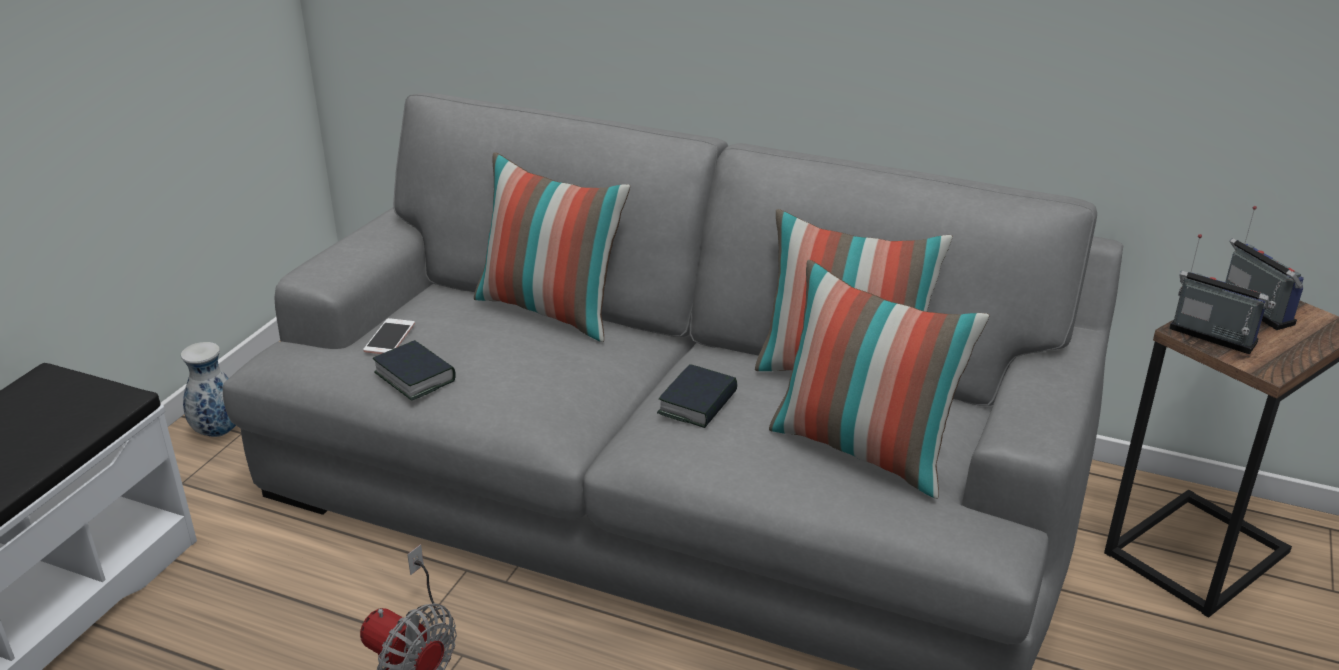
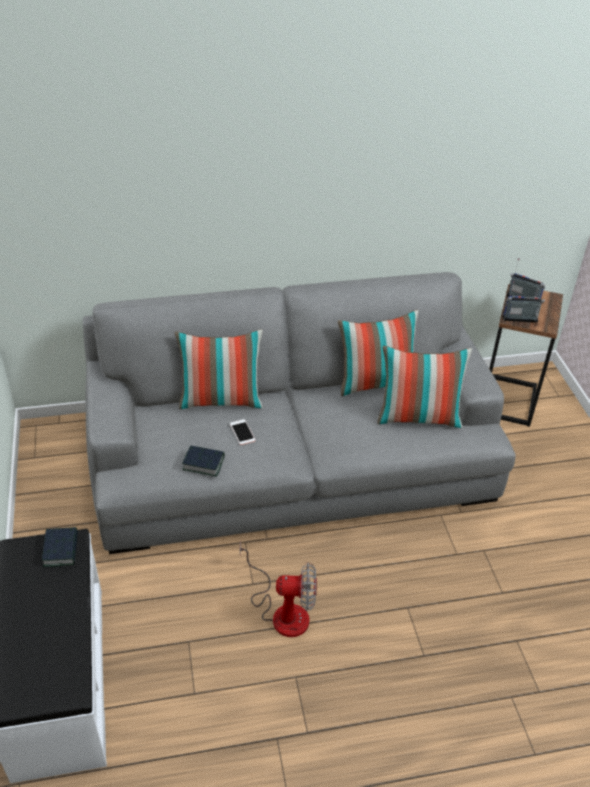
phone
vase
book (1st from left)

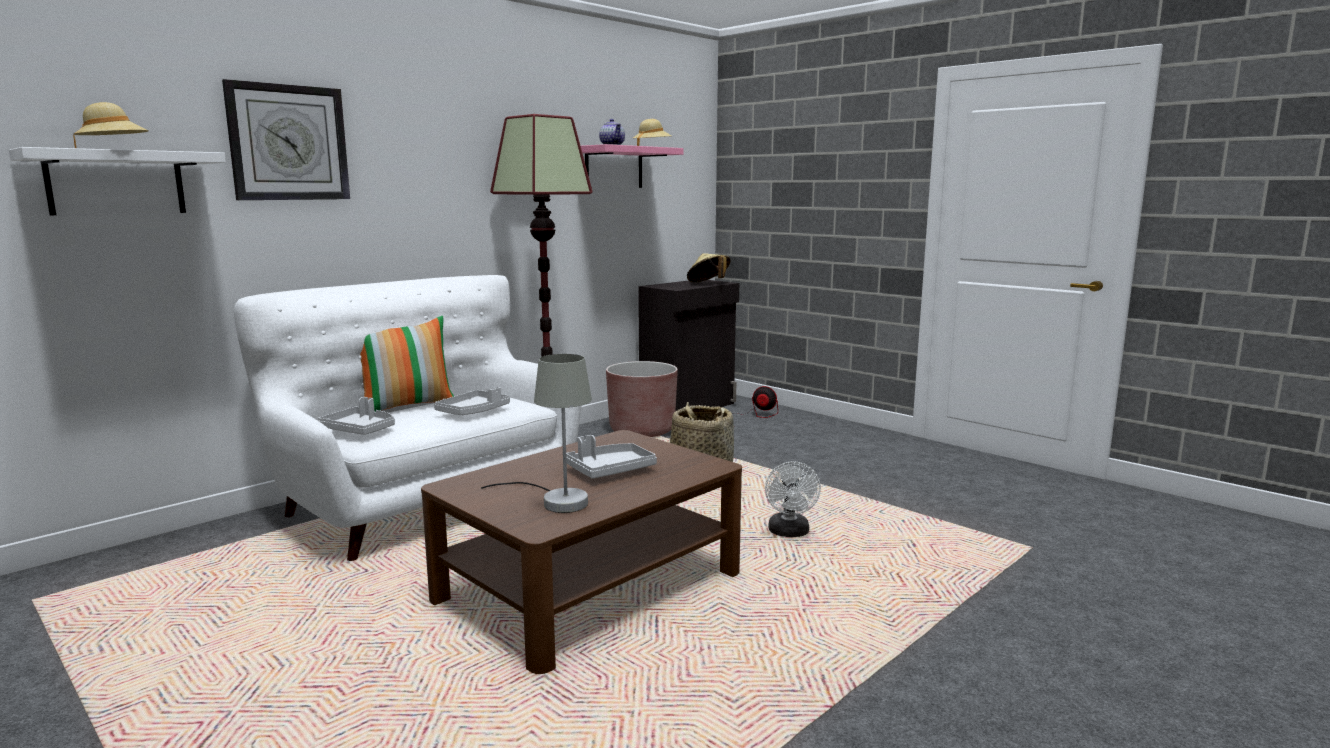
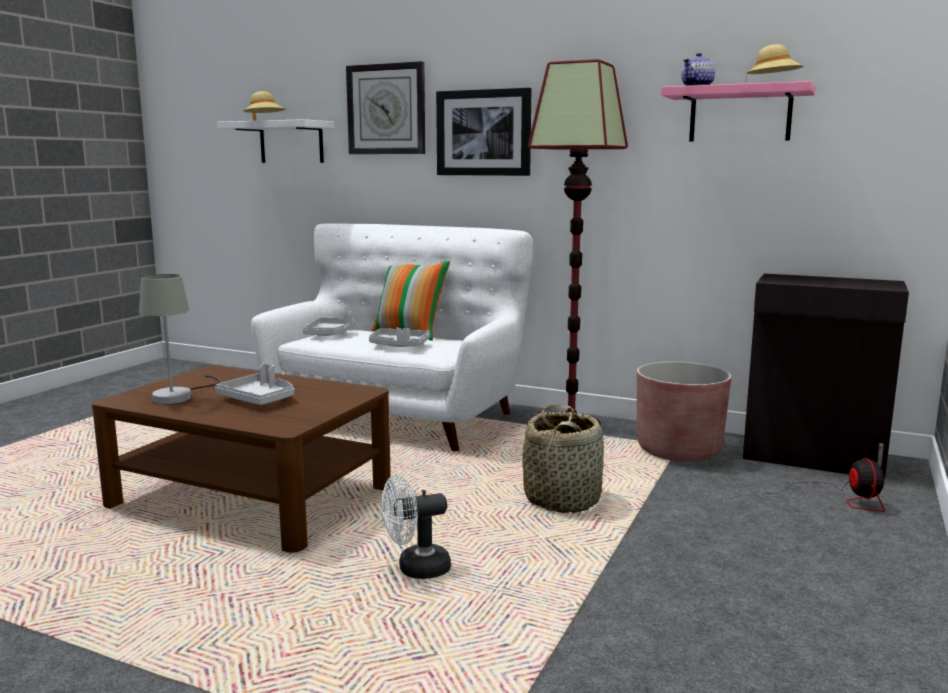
beige hat (3rd from left in the first image)
picture

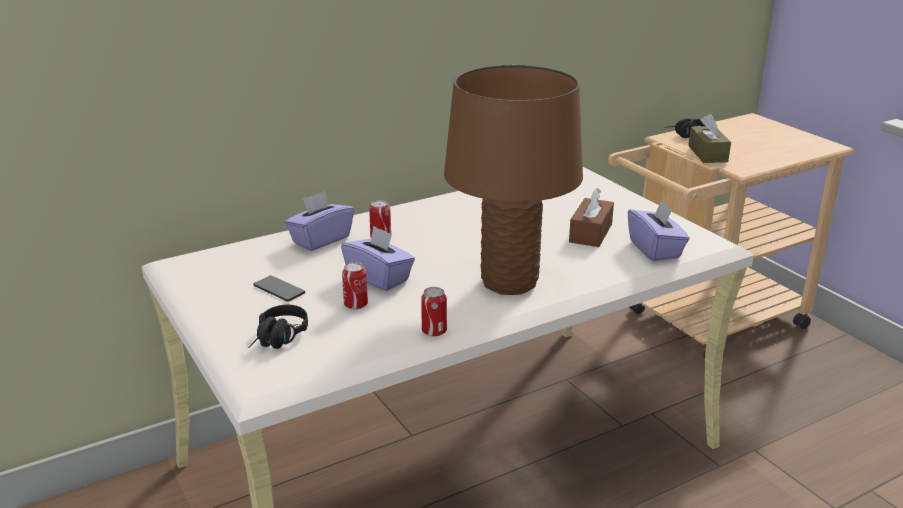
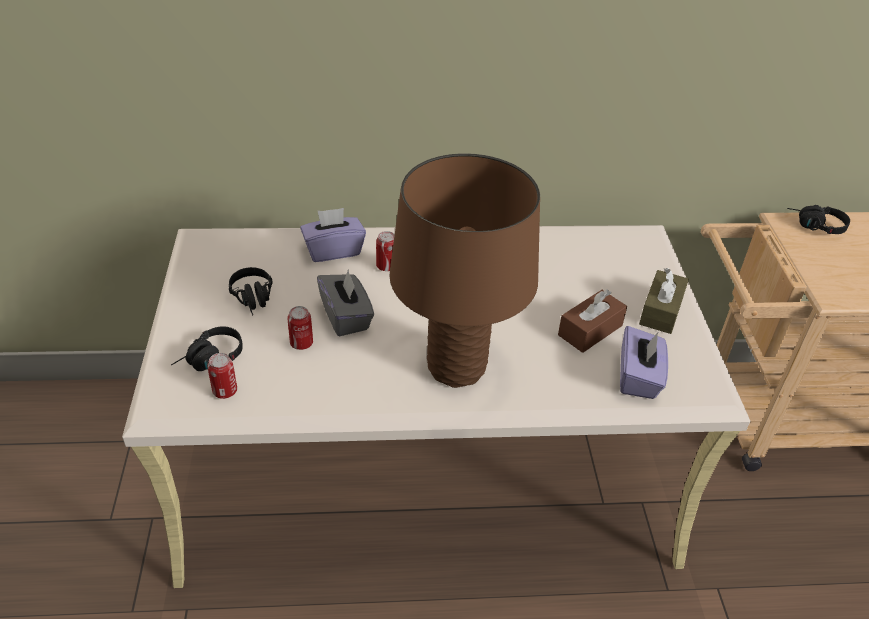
brown tissue box (2nd from left)
grey tissue box
black headphones (2nd from left)
can (1st from left)

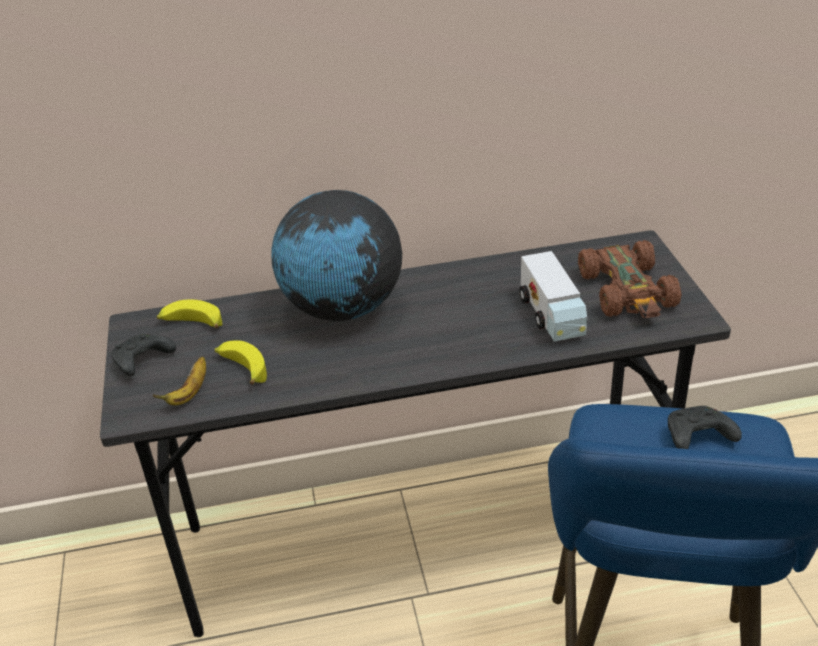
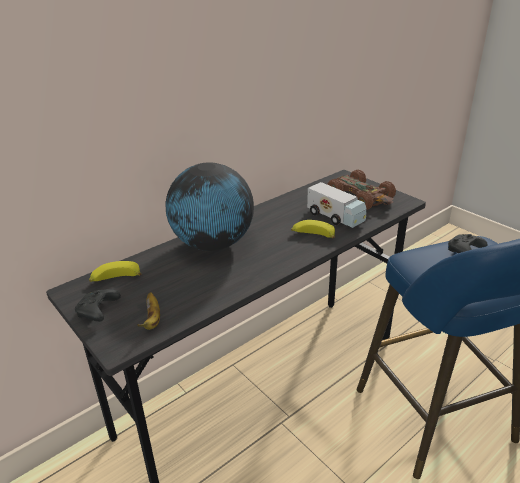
banana (3rd from left)

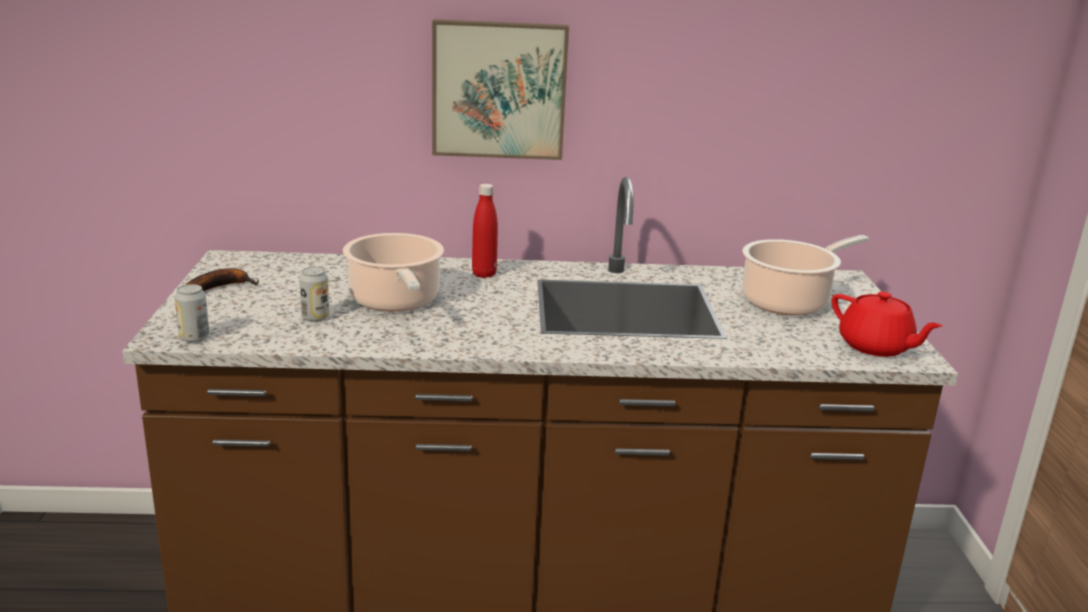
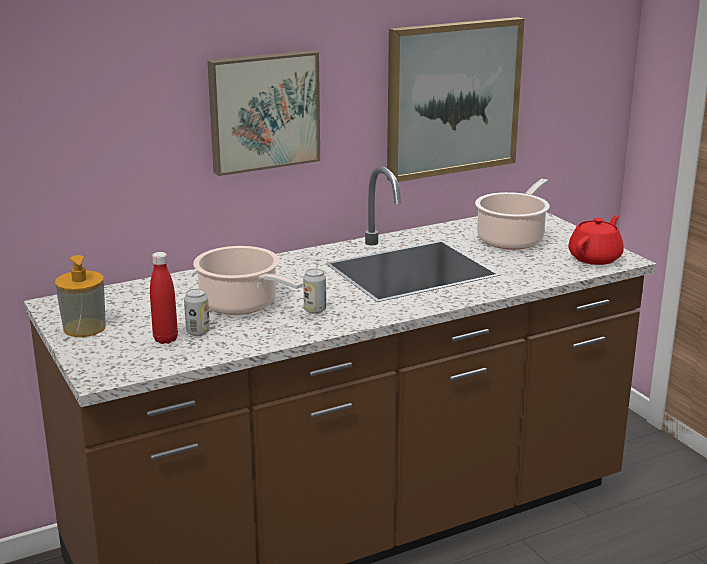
red bottle
soap dispenser
can (2nd from left)
red teapot
picture (2nd from left)

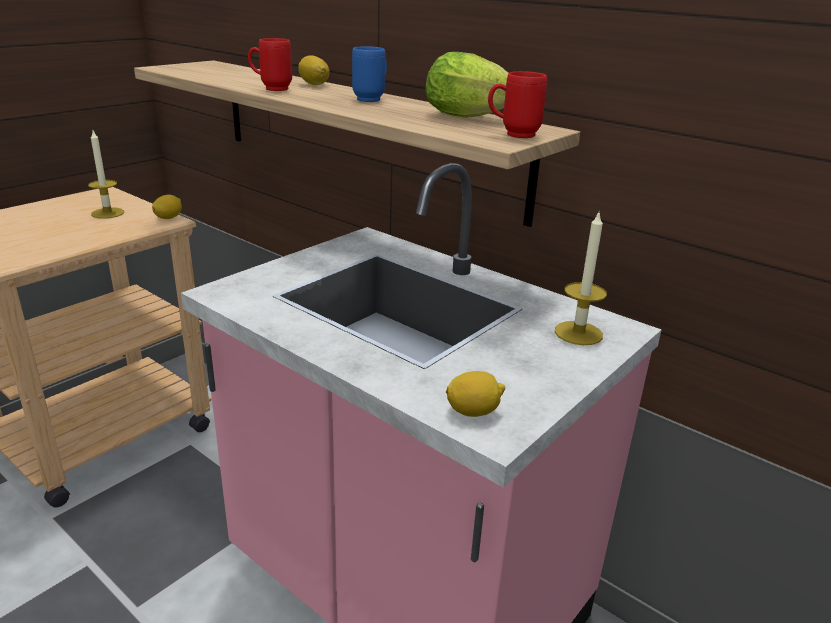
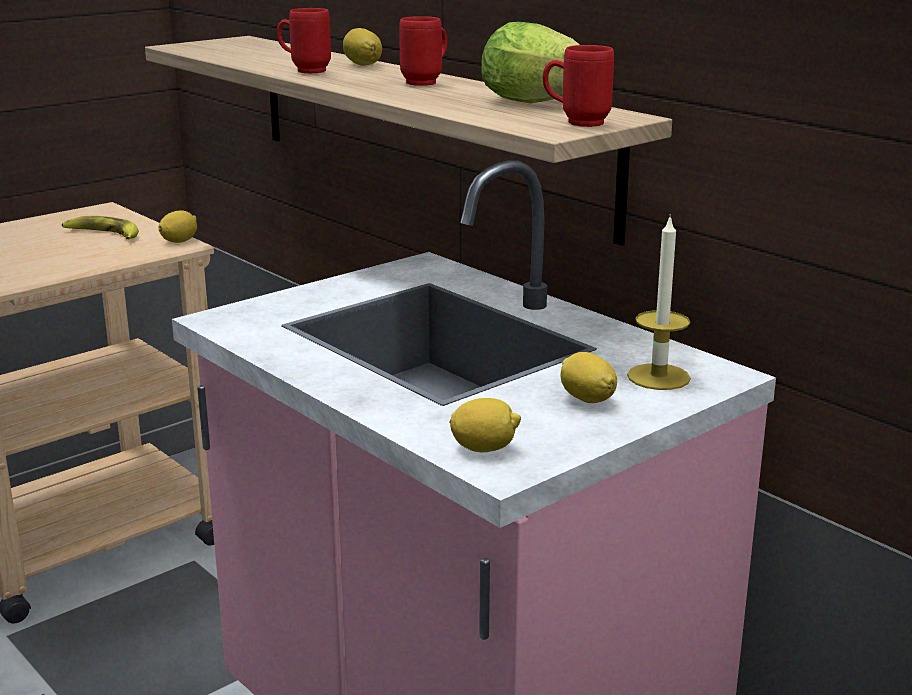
red mug (2nd from left)
banana
lemon (4th from left)

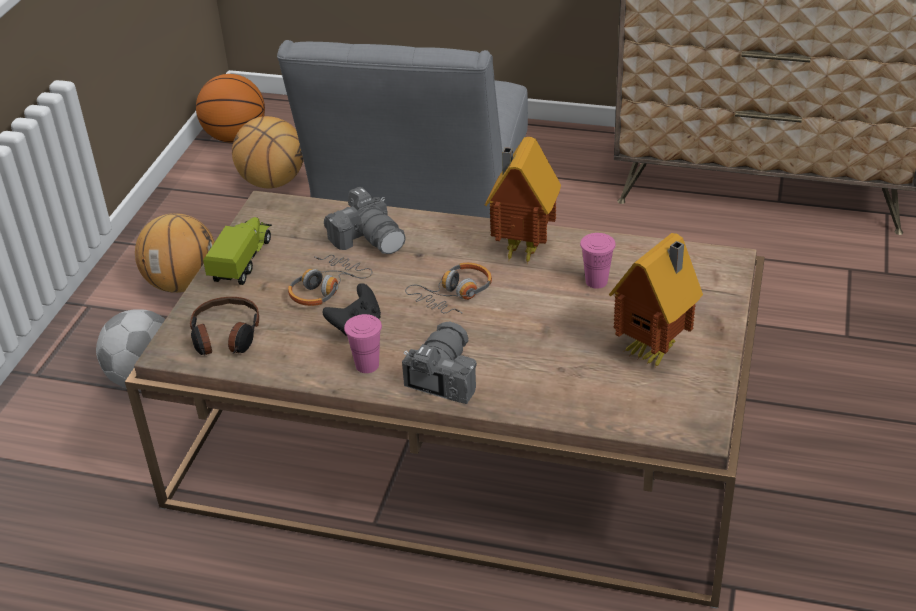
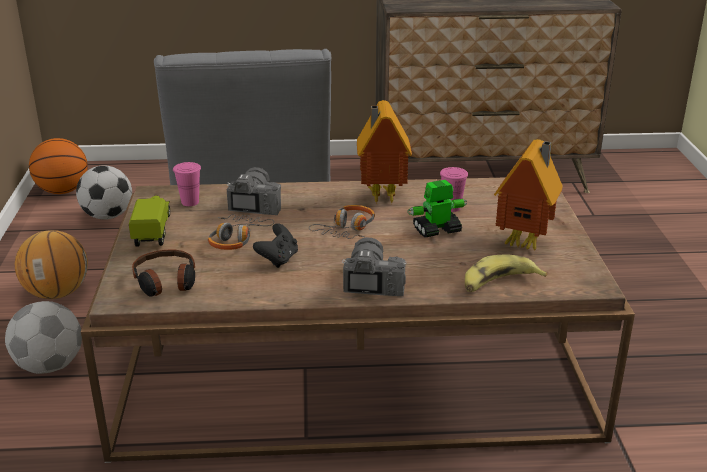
football (2nd from left)
photo camera (1st from left)
pink cup (1st from left)
toy robot
banana

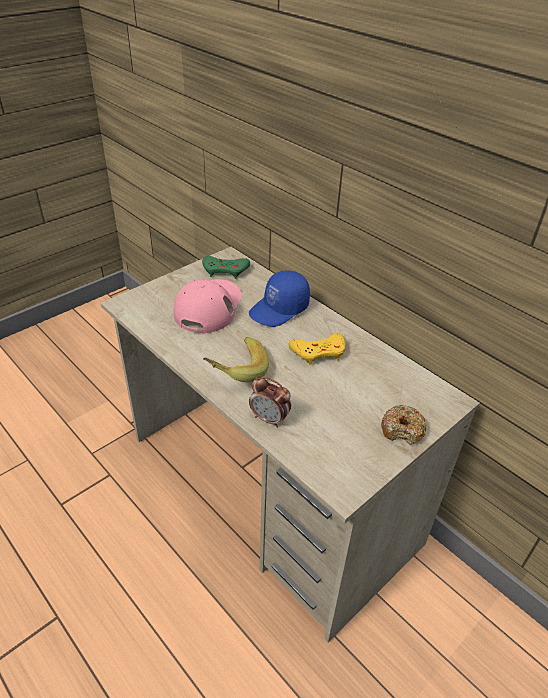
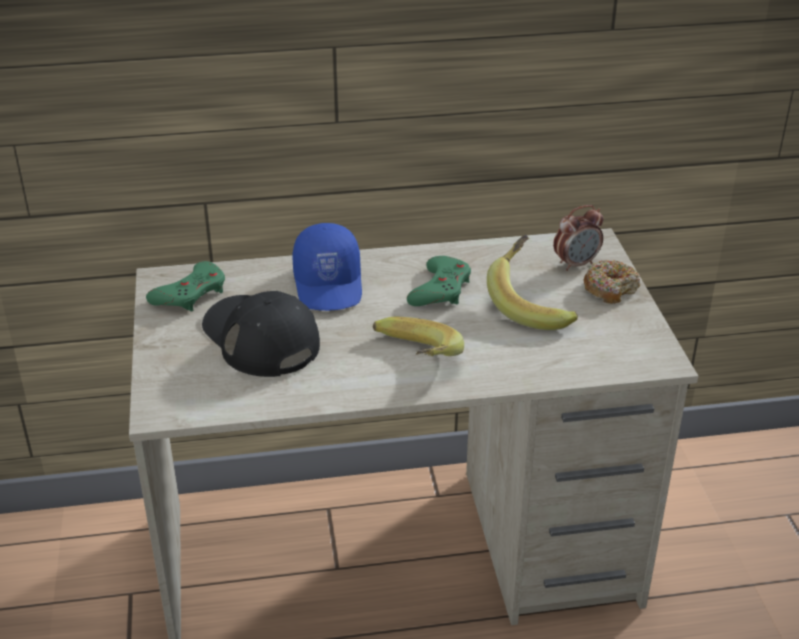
black cap
green game controller (2nd from left)
alarm clock
banana (2nd from left)

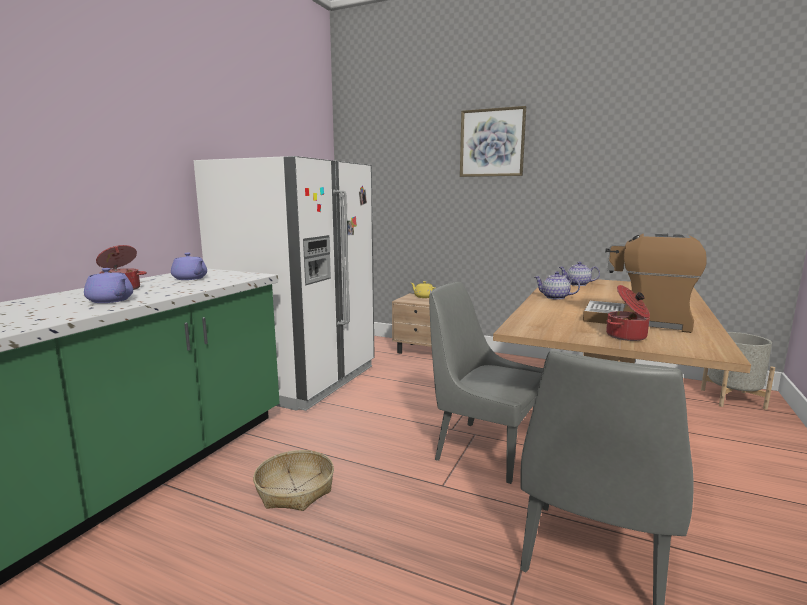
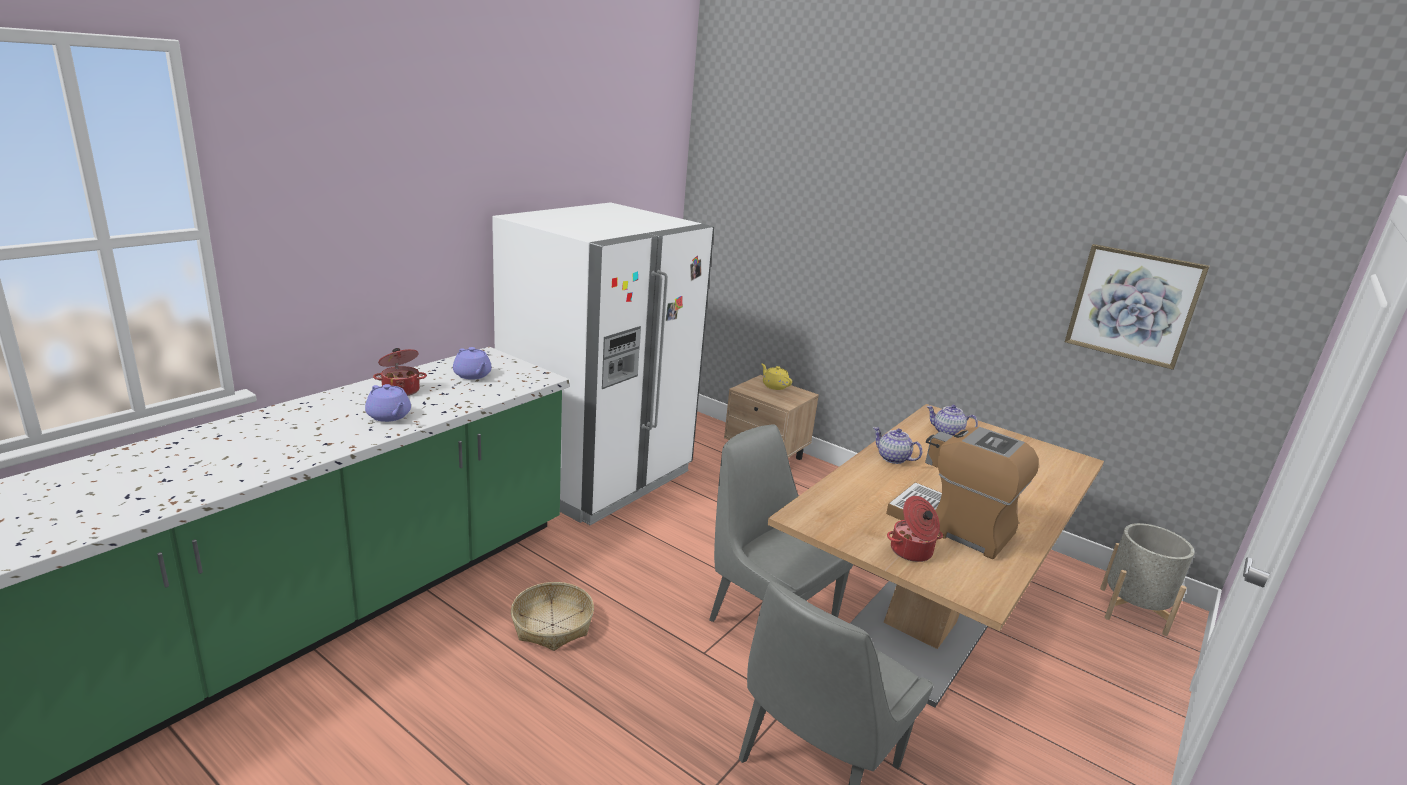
picture

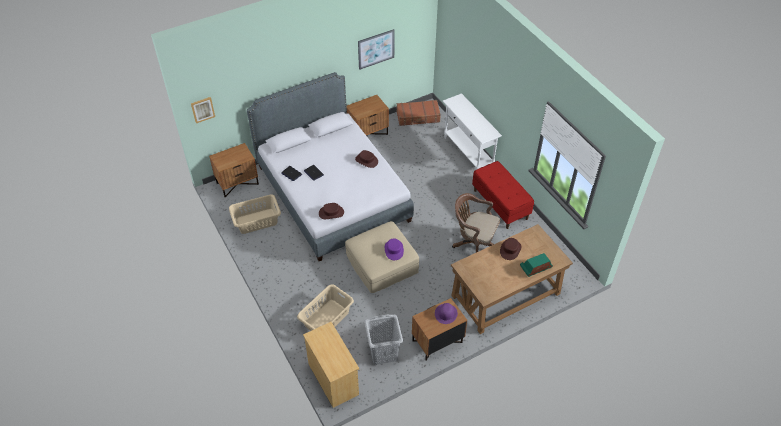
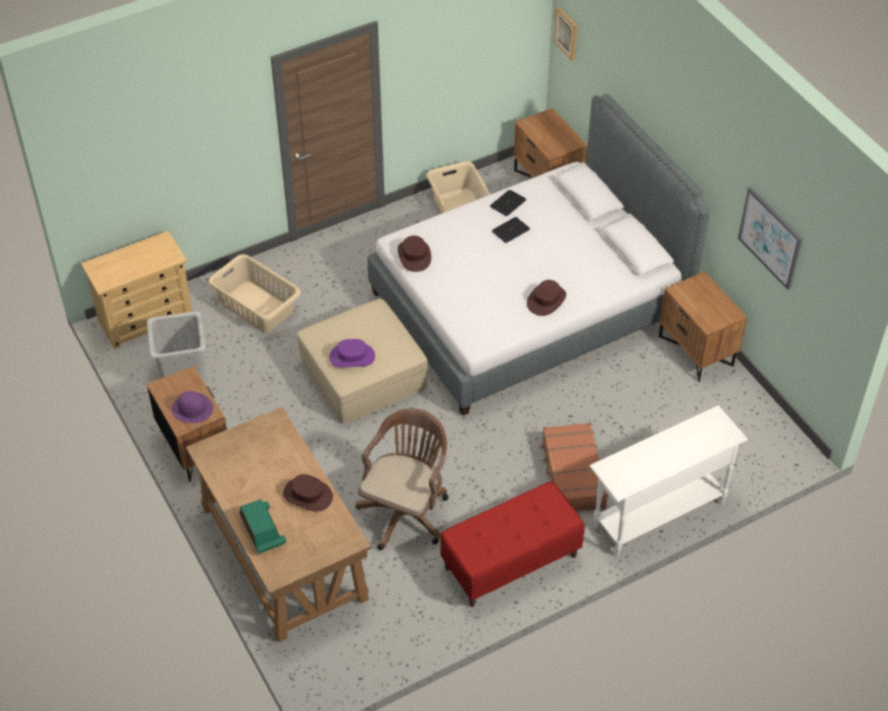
brown suitcase

